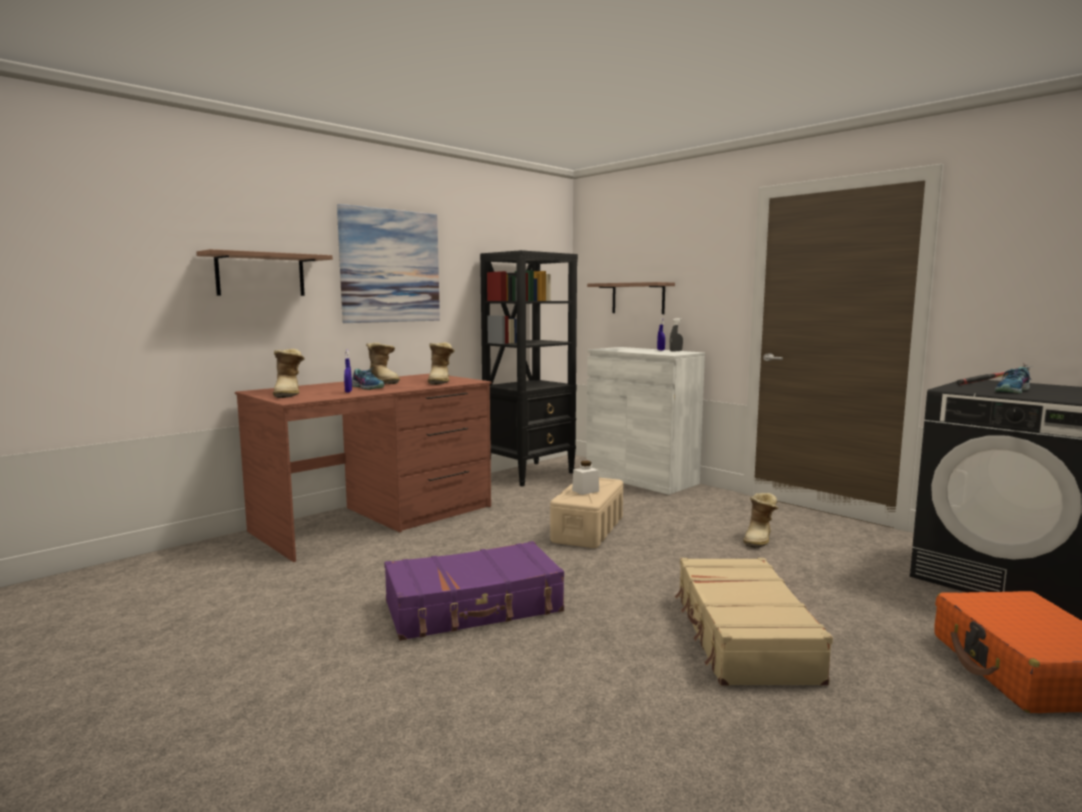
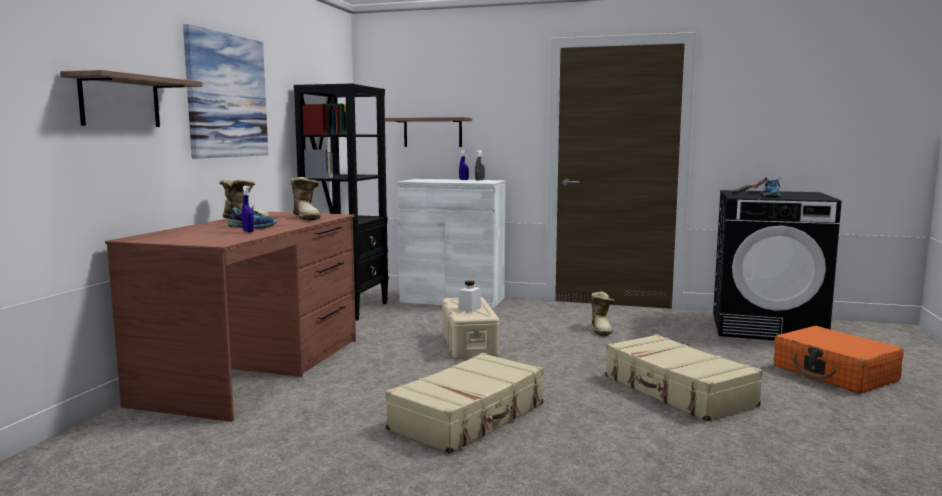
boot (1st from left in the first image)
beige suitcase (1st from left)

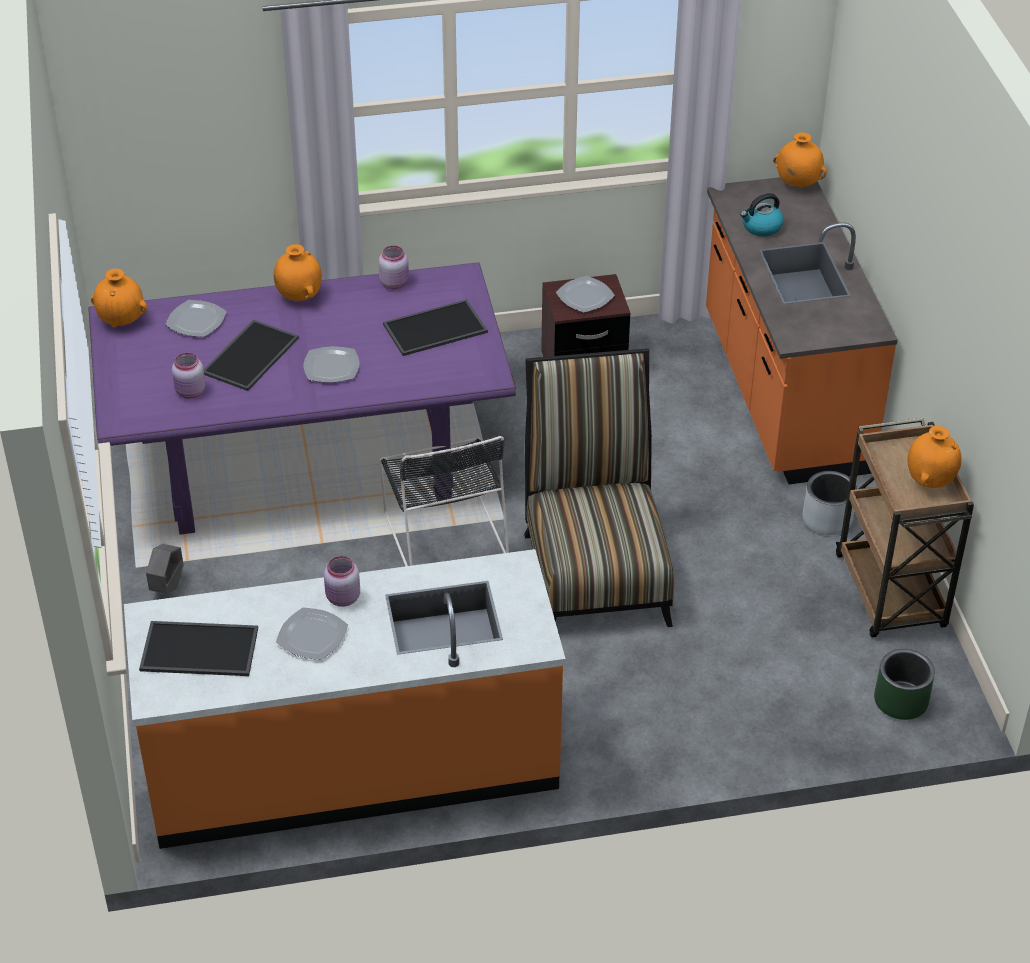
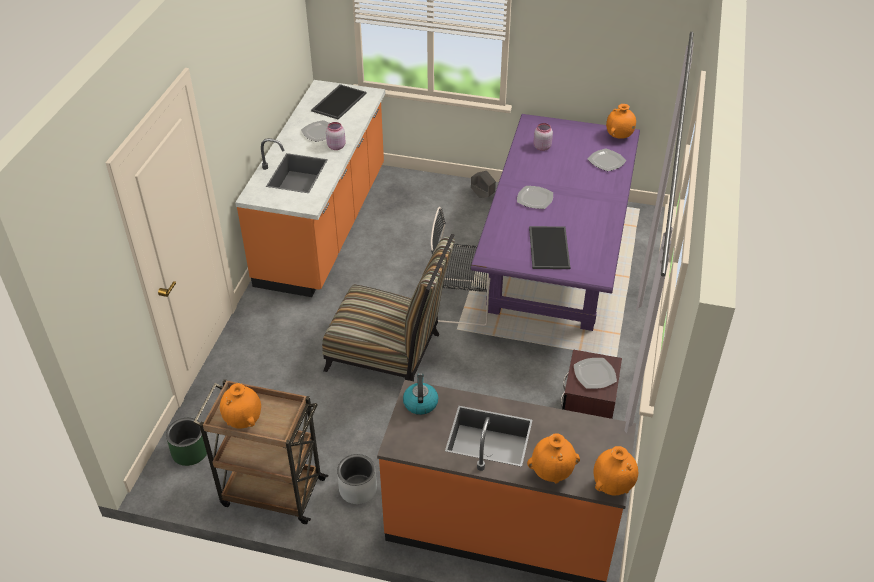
kettle
orange vase (2nd from left)
pink jar (3rd from left in the first image)
tray (2nd from left in the first image)

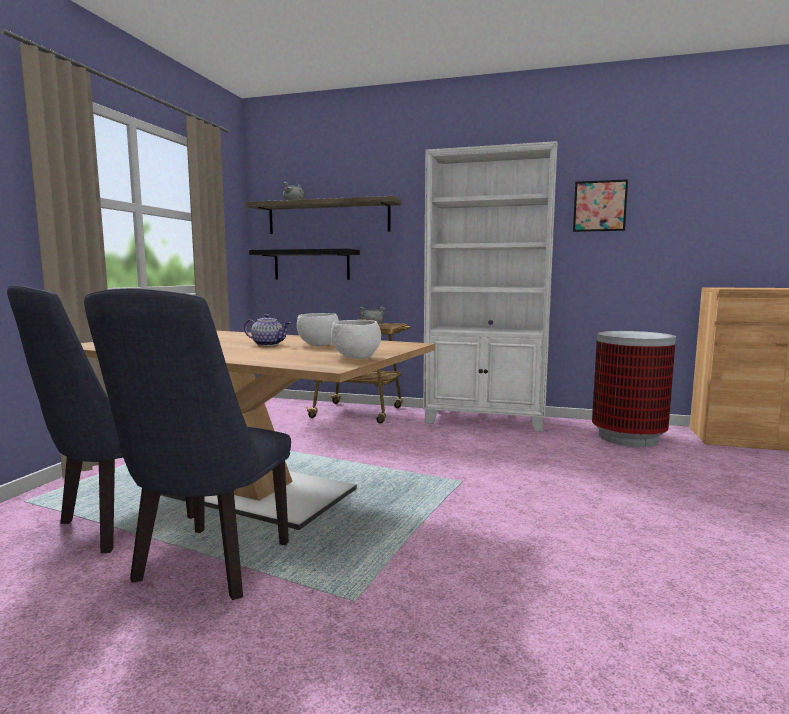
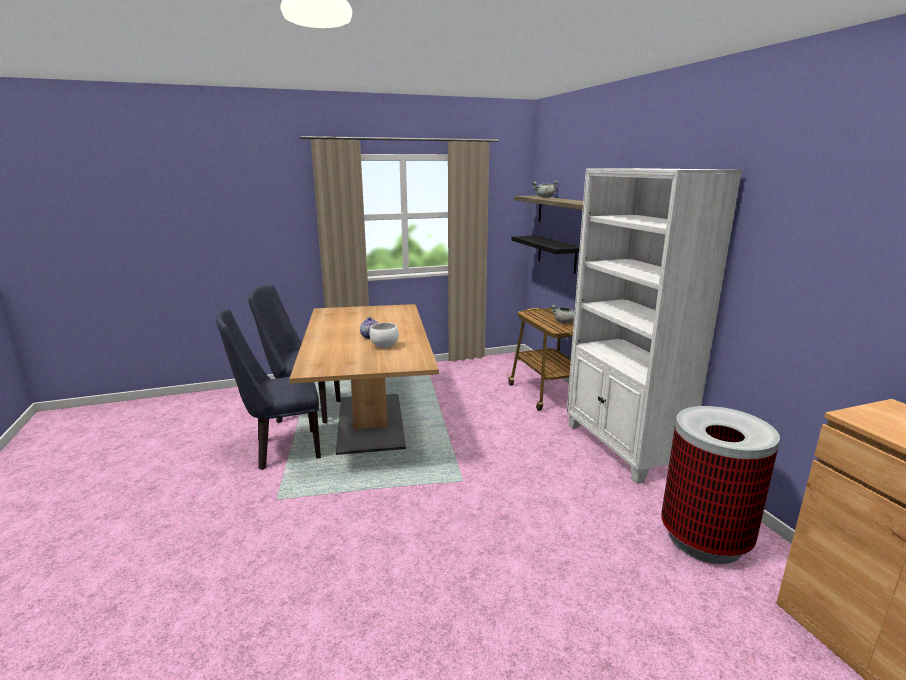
picture
white bowl (2nd from left in the first image)

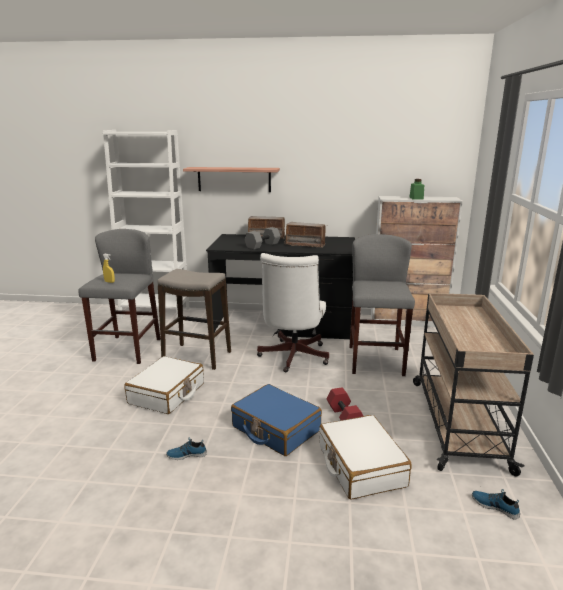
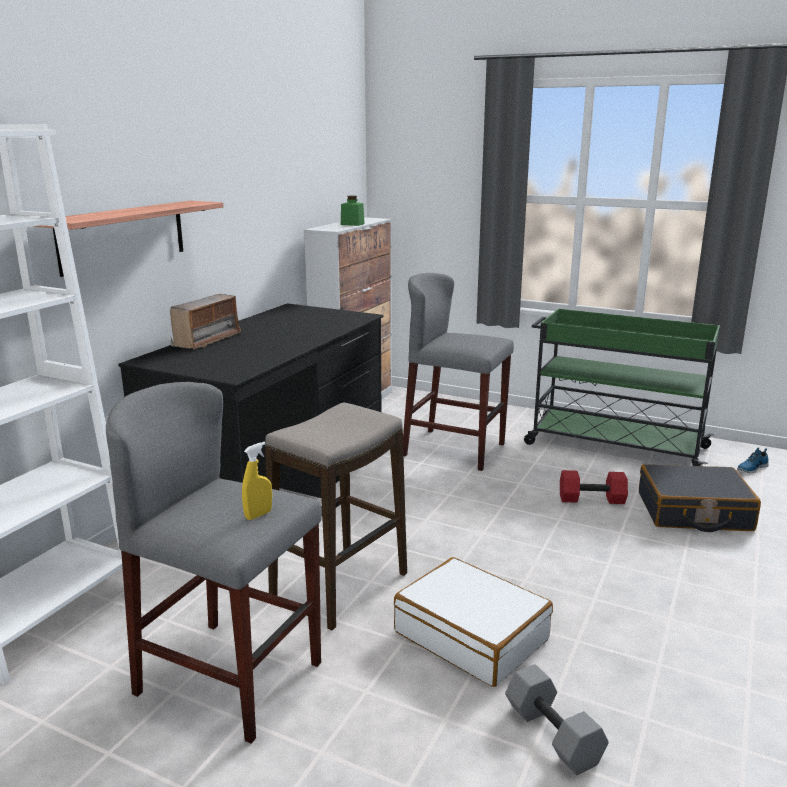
radio (2nd from left in the first image)
grey dumbbell
white office chair
green cart
blue suitcase
black suitcase
shoe (1st from left in the first image)

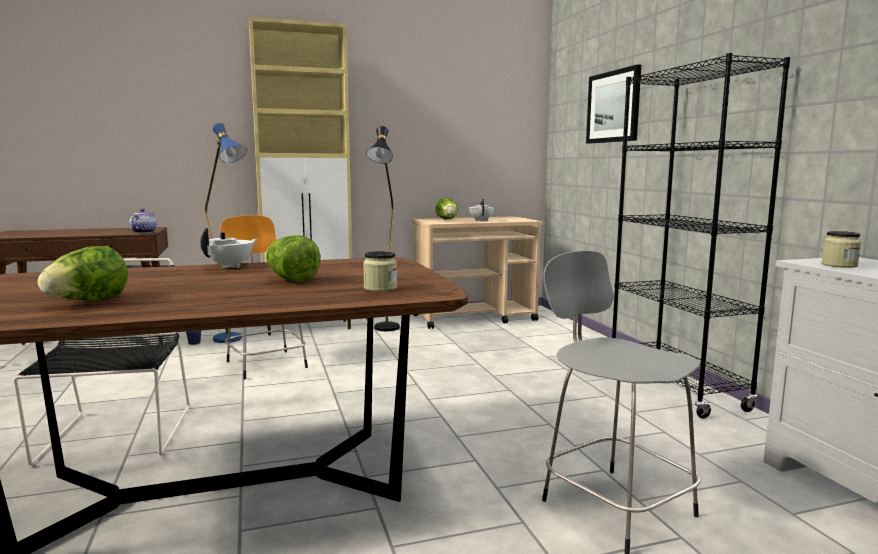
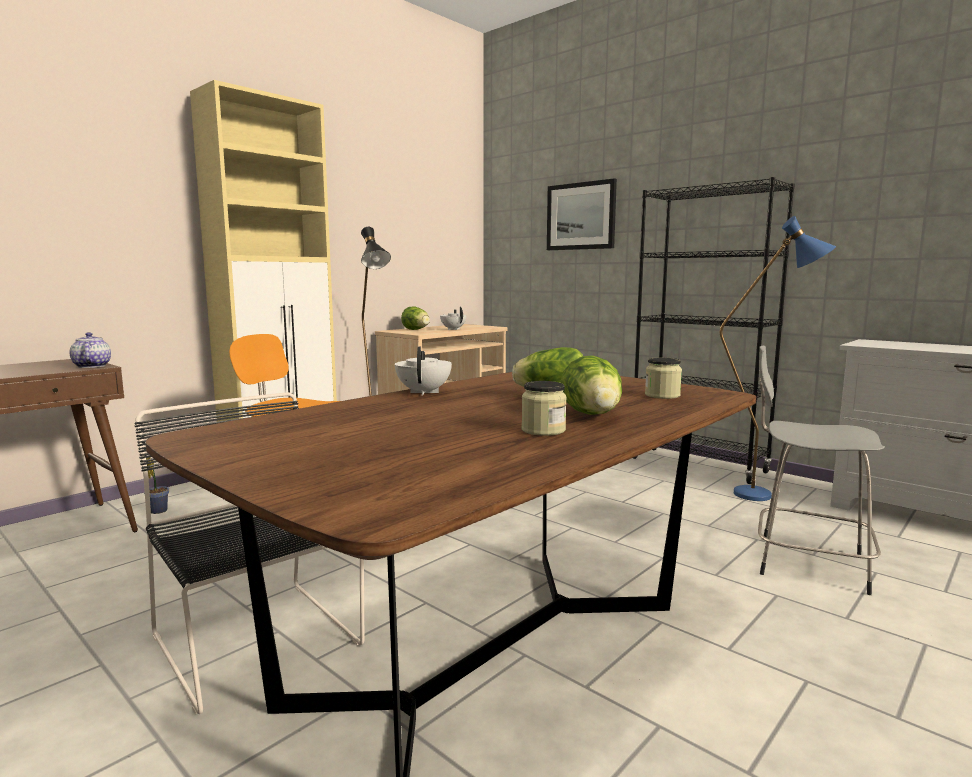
blue floor lamp
jar (1st from left)
lettuce (3rd from left)

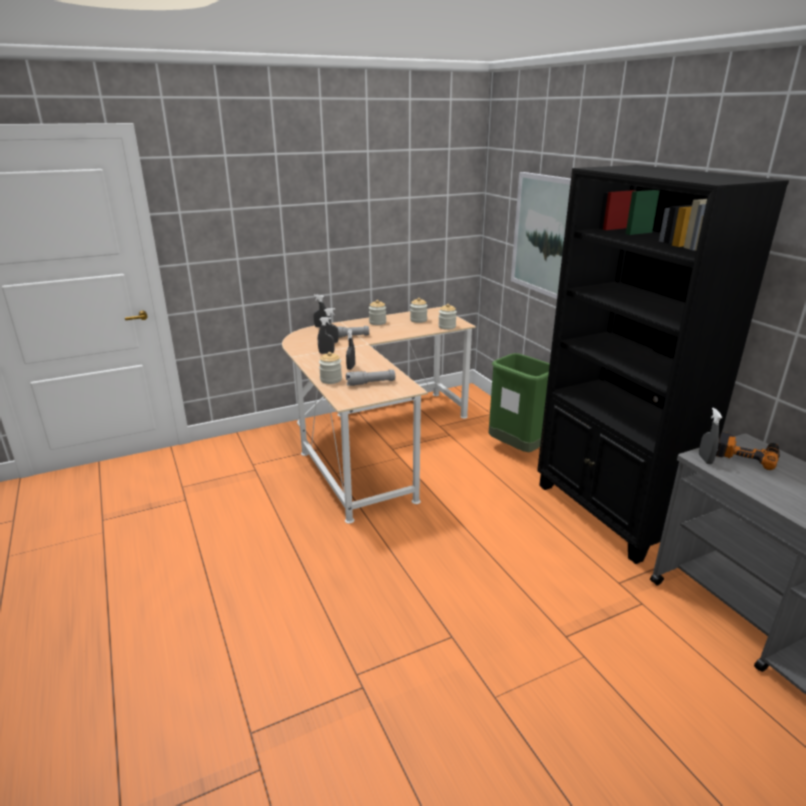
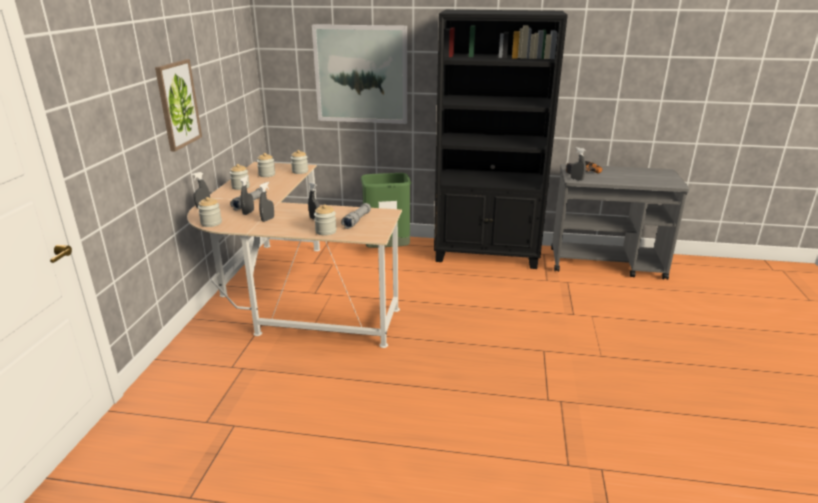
picture (1st from left)
jar (1st from left)

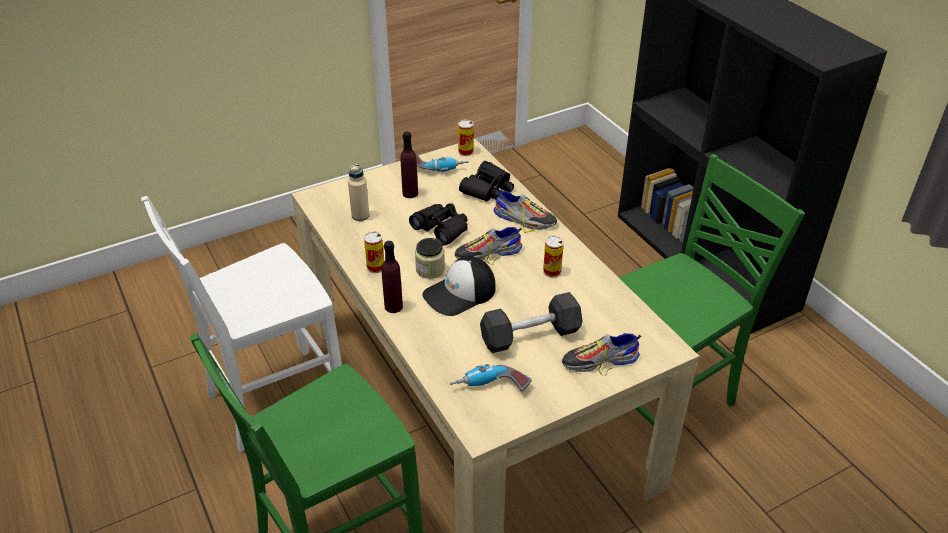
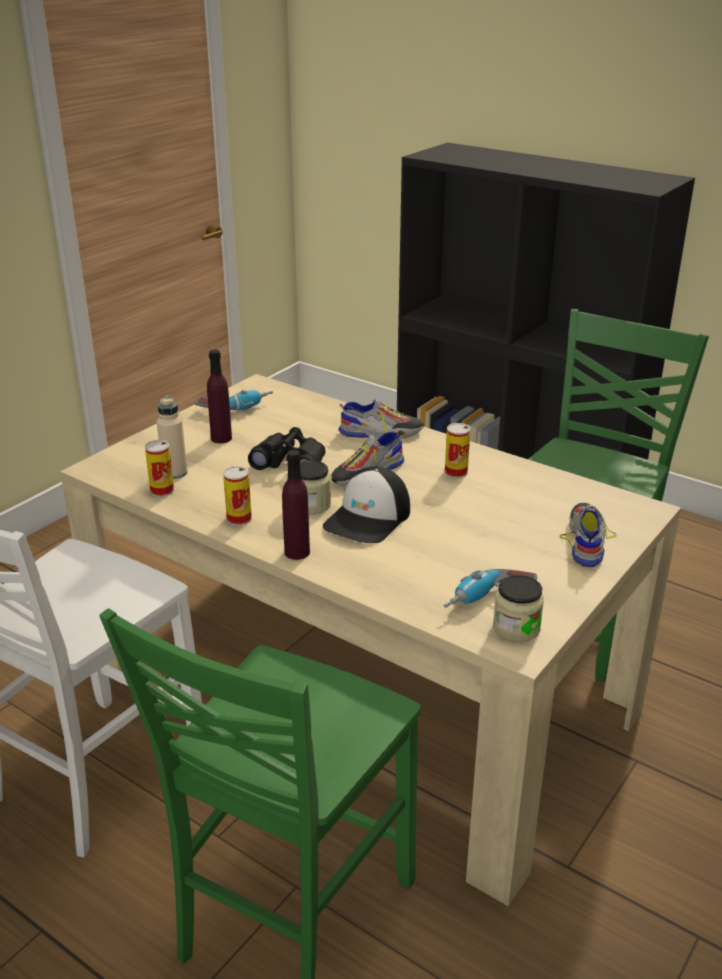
can (1st from left)
black binoculars (2nd from left in the first image)
black dumbbell
shoe (3rd from left)
jar (2nd from left)

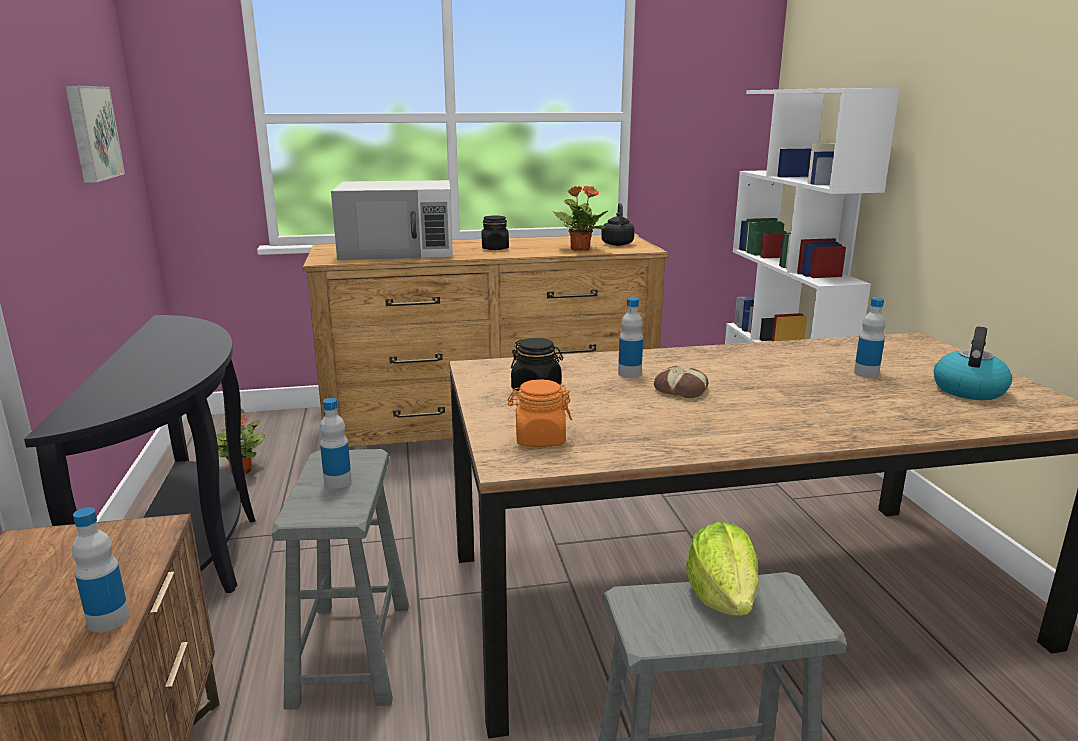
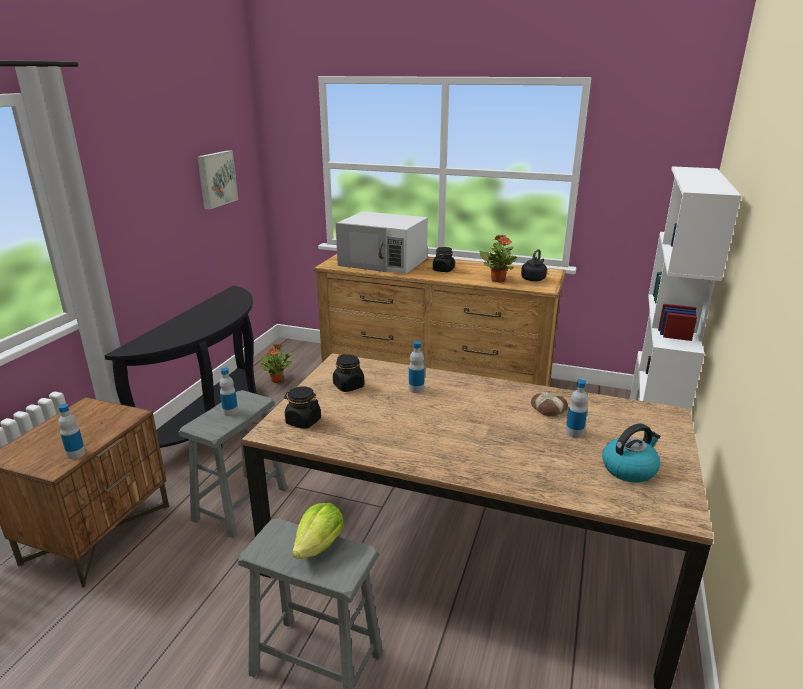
bread
black jar (1st from left)

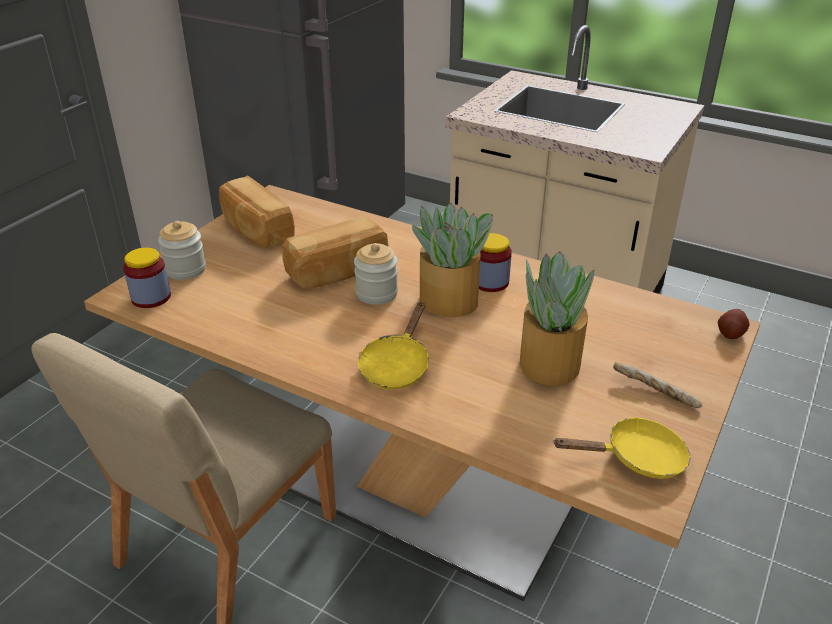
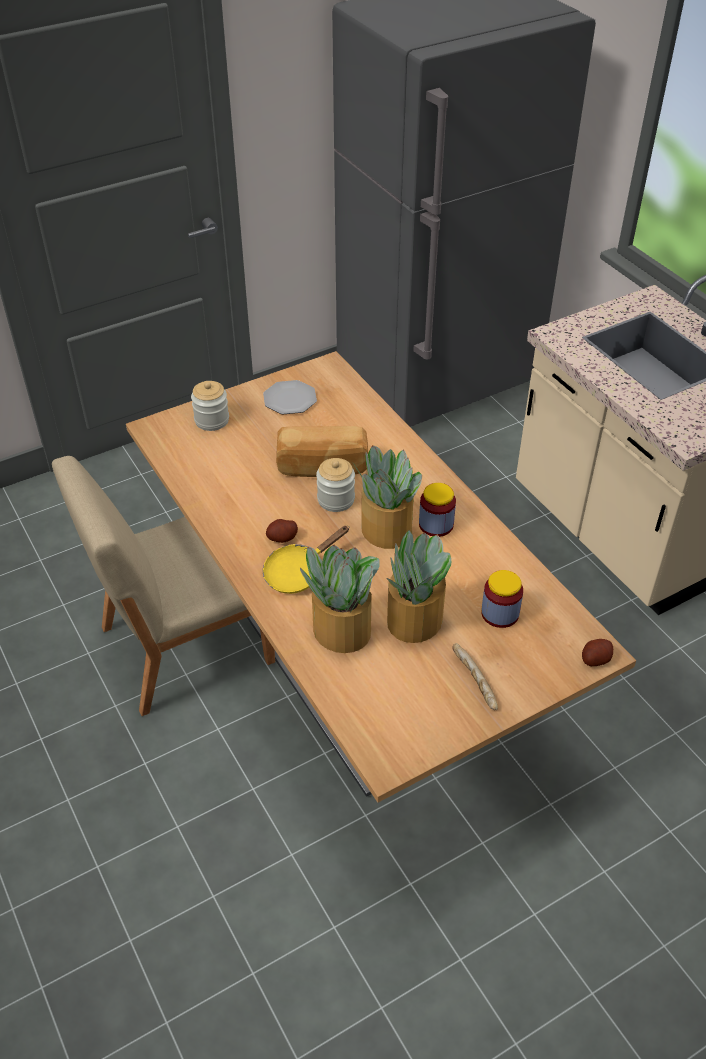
plate
jar (4th from left)
yellow frying pan (2nd from left in the first image)
potato (1st from left)
potted plant (1st from left)

